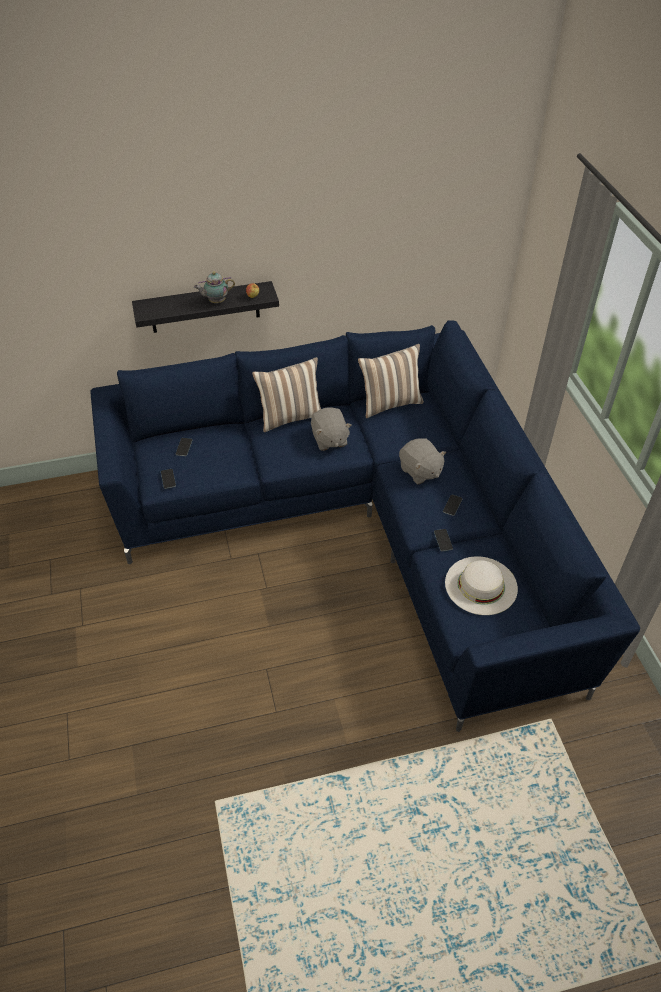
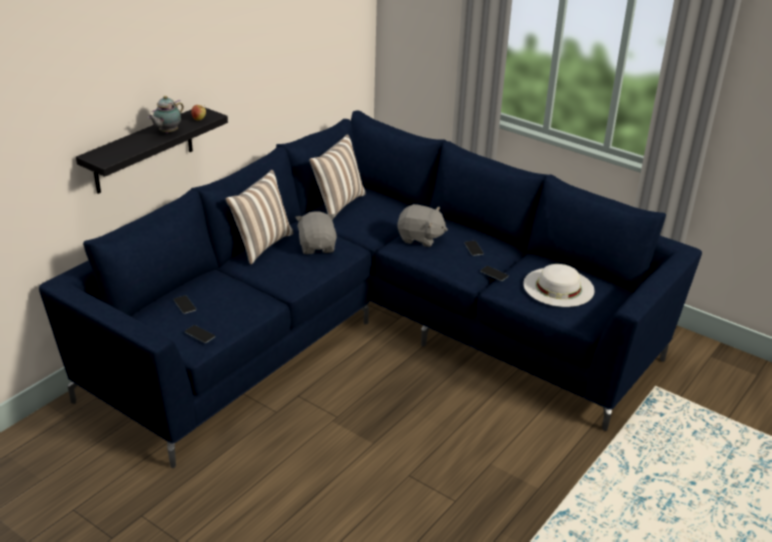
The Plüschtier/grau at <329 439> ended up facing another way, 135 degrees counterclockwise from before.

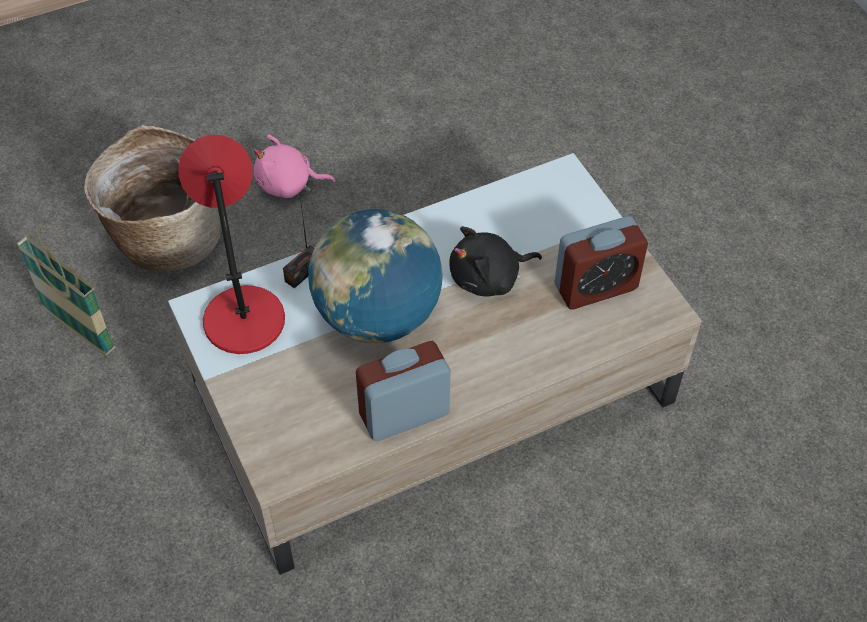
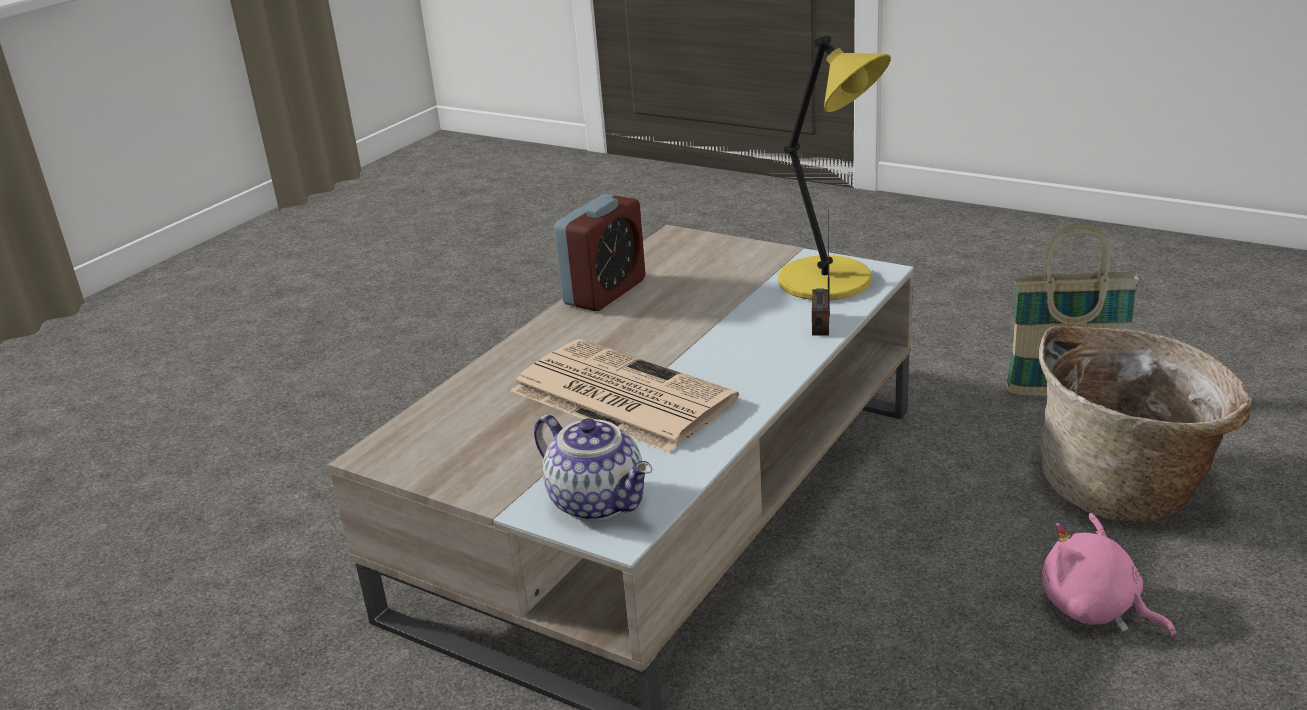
The second view lost the Globus at <377 315>. The second view lost the Wecker at <595 287>. The second view gained the Teekanne at <599 502>. Where the Plüschtier/schwarz stood at <489 278>, the Zeitung came to stand at <618 395>. What was the Tischlampe/rot at <243 316> turned into the Tischlampe/gelb at <830 282>. The Plüschtier/rosa at <289 185> ended up facing another way, 105 degrees counterclockwise from before.

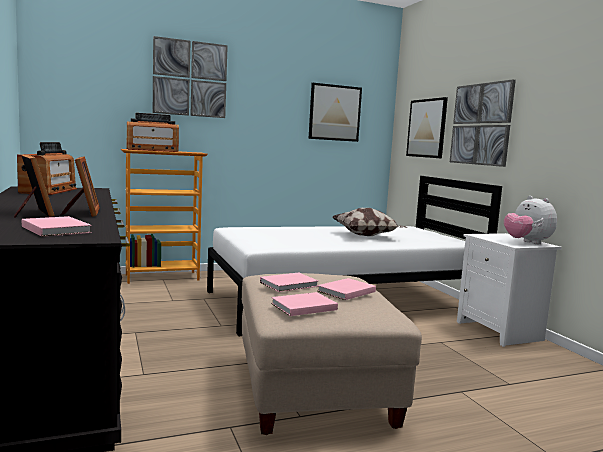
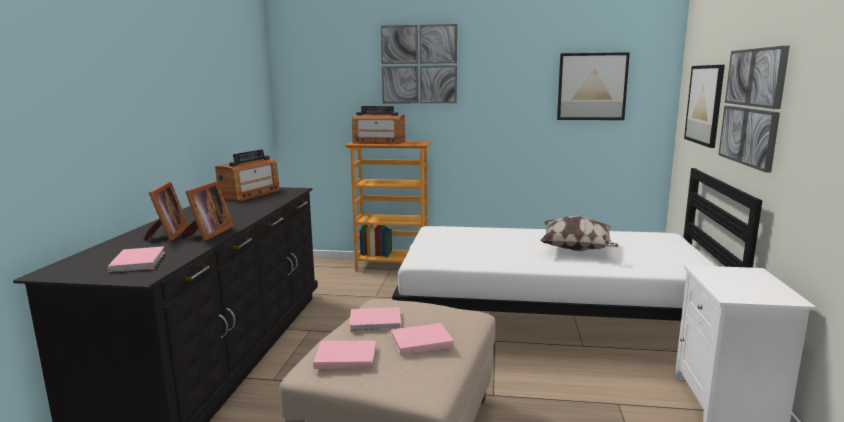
The second view lost the Plüschtier at <527 243>.

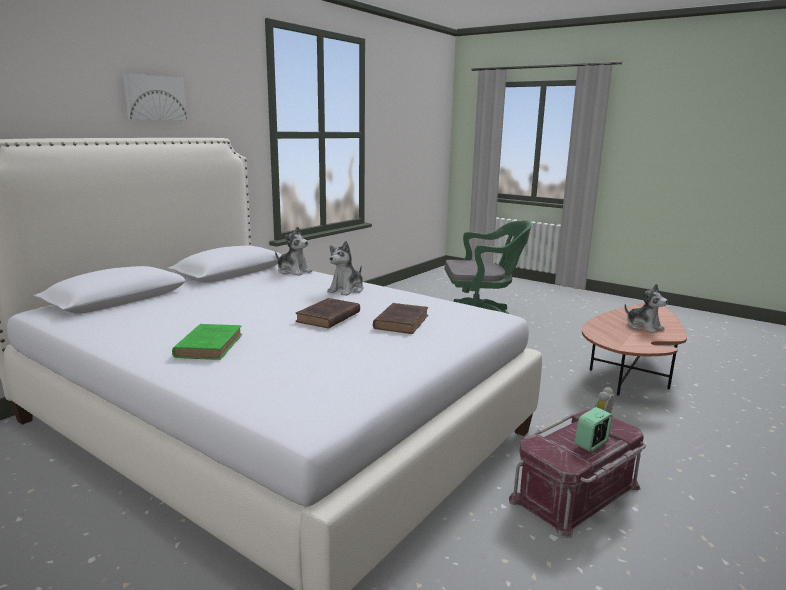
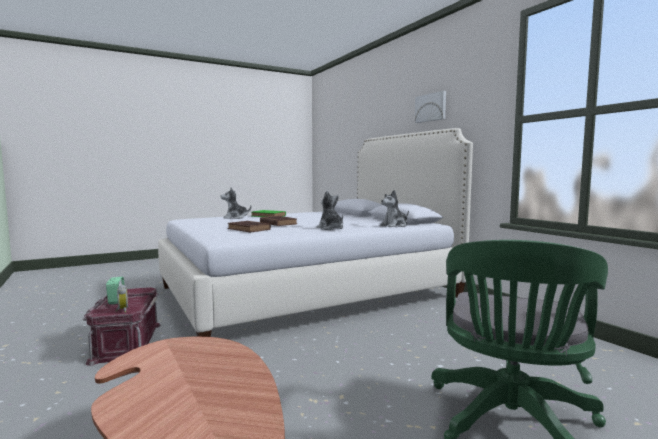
The Plüschtier ended up elsewhere, having gone from <643 327> to <235 218>.

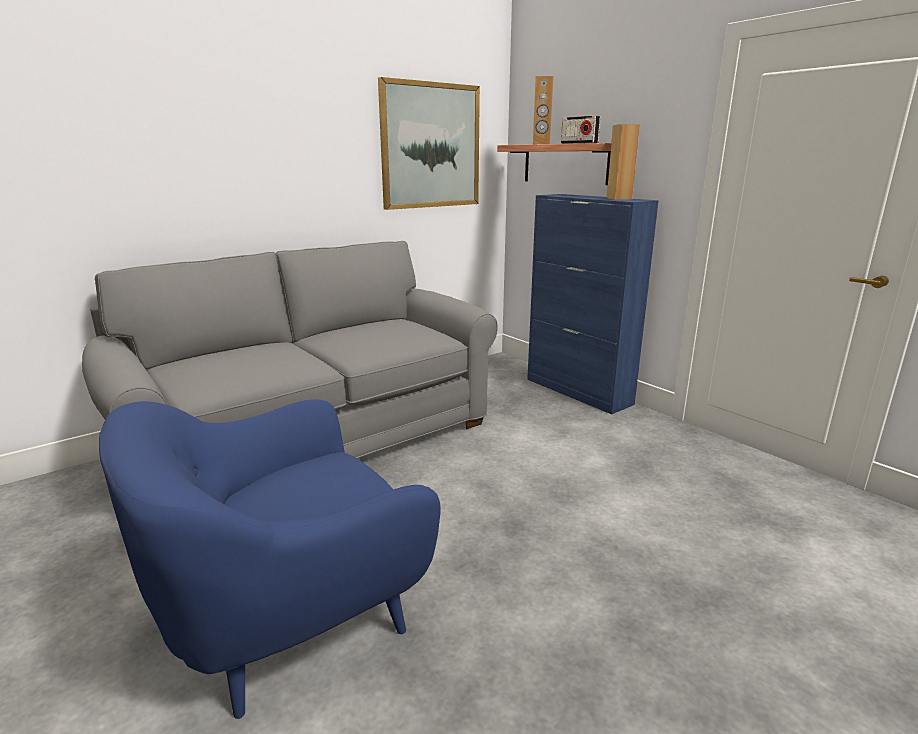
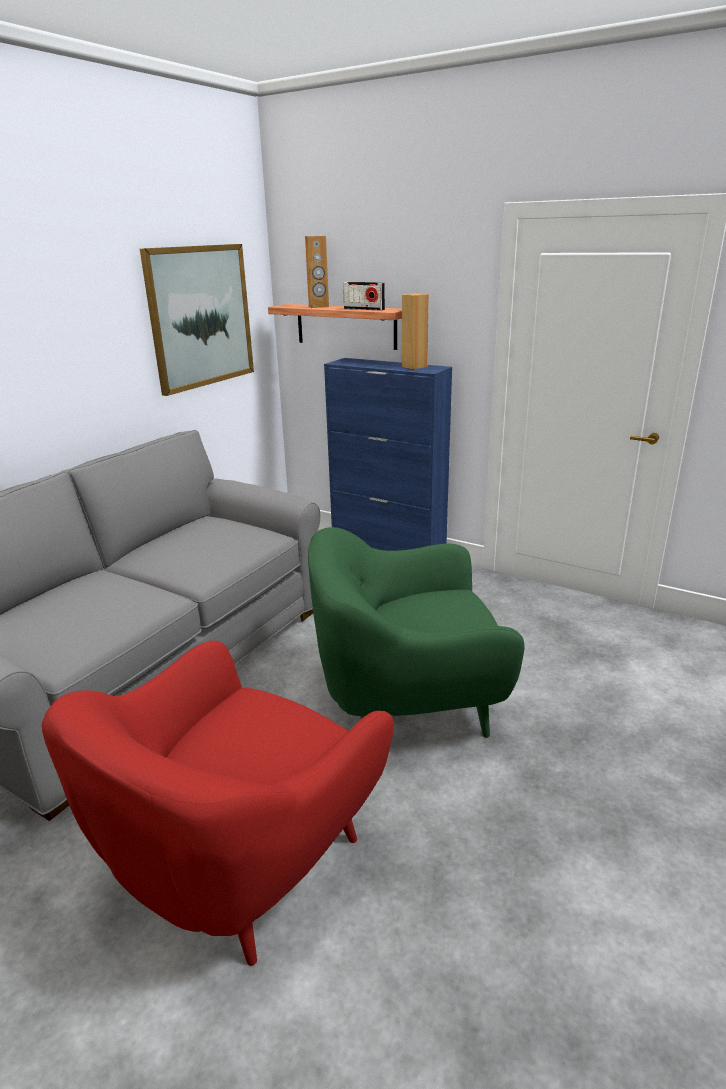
The second view gained the Sessel/grün at <407 702>. What was the Sessel/blau at <287 618> turned into the Sessel/rot at <240 863>.

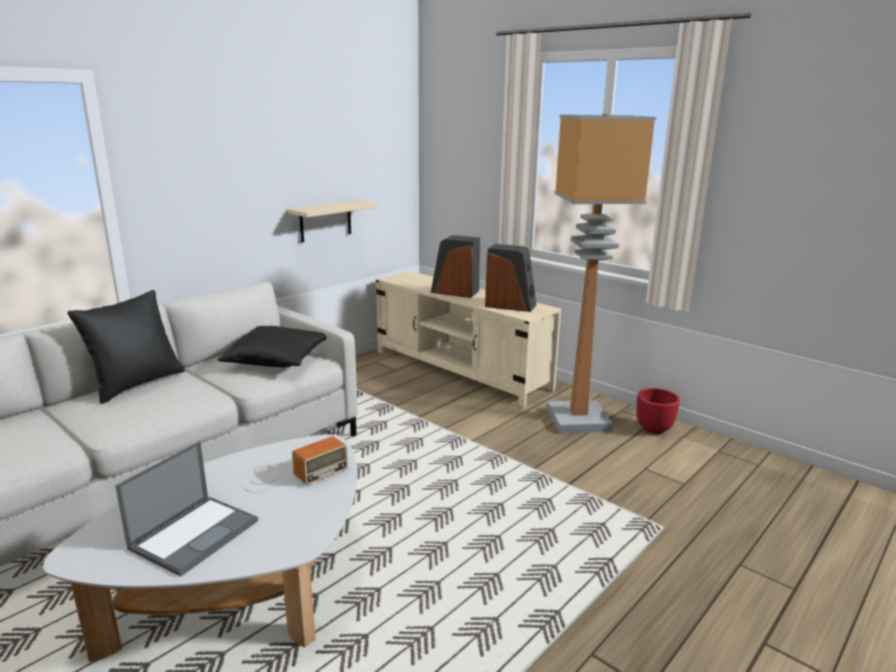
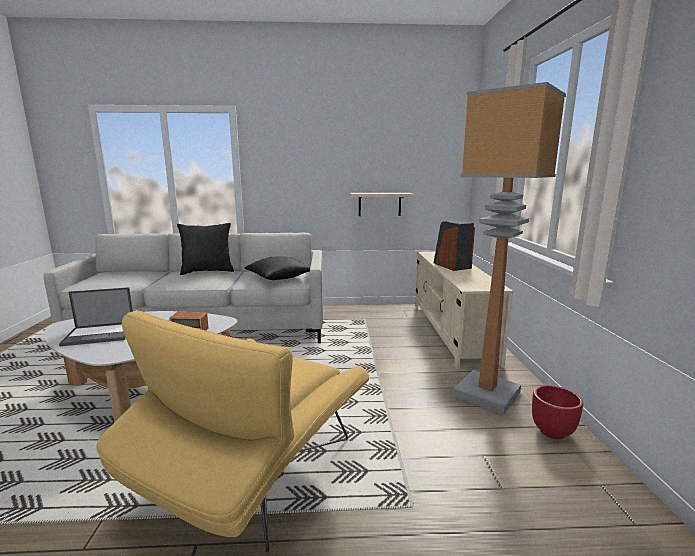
The second view lost the Lautsprecher at <510 305>. The second view gained the Sessel/gelb at <250 475>.

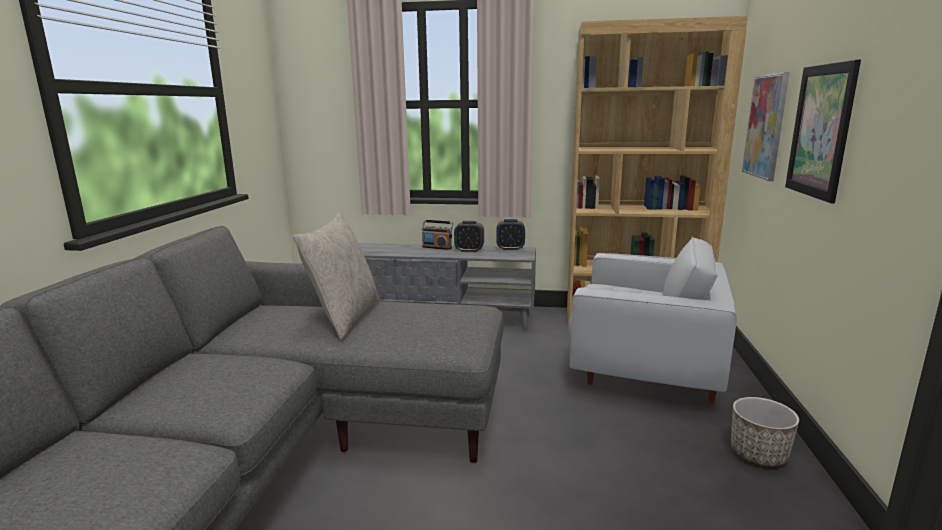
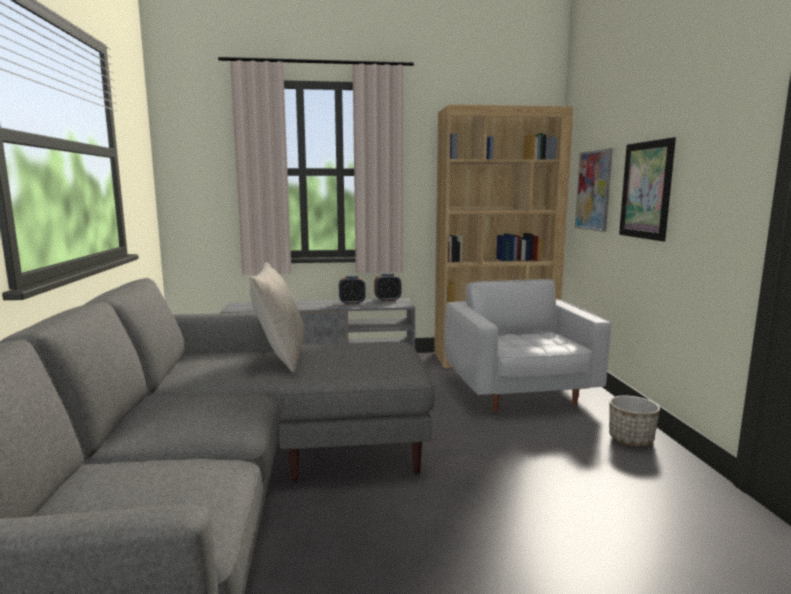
The second view lost the Radio at <437 247>. The Sessel/weiß at <643 369> ended up facing another way, 105 degrees counterclockwise from before.

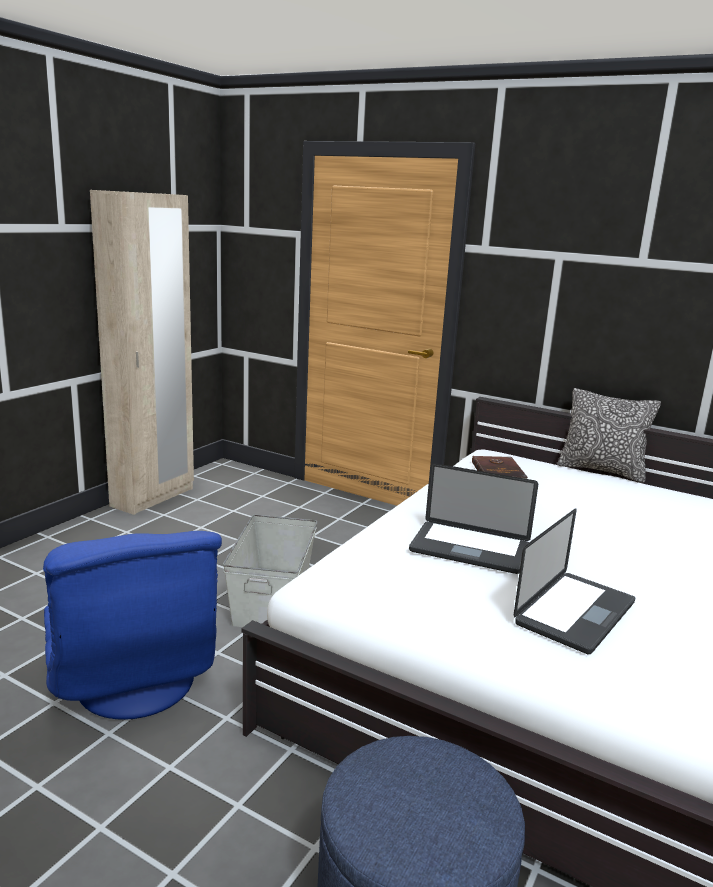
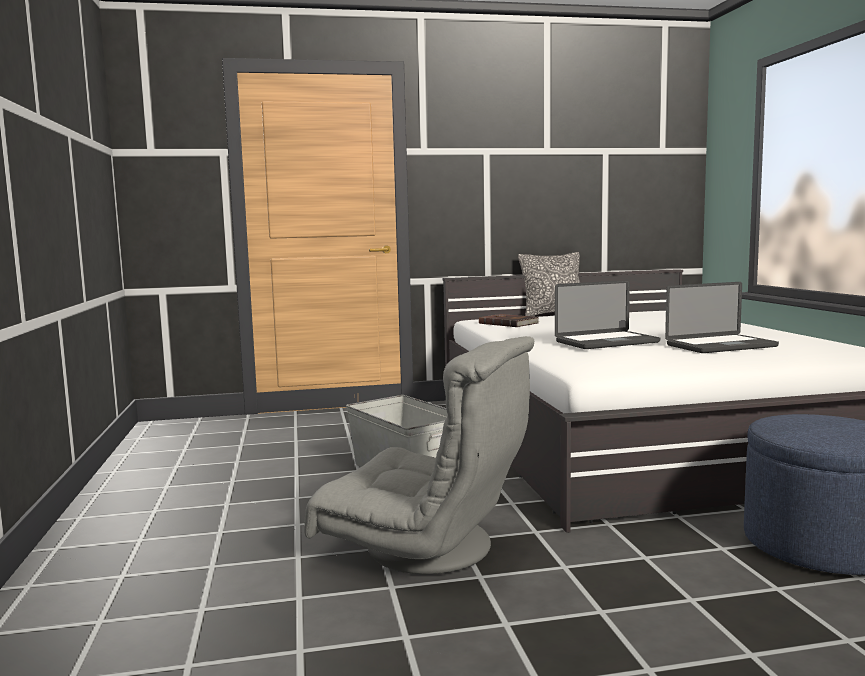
The second view lost the Kleiderschrank/beige at <153 497>. What was the Sessel/blau at <133 684> turned into the Sessel/grau at <427 549>. The Laptop at <575 613> ended up facing another way, 75 degrees clockwise from before.

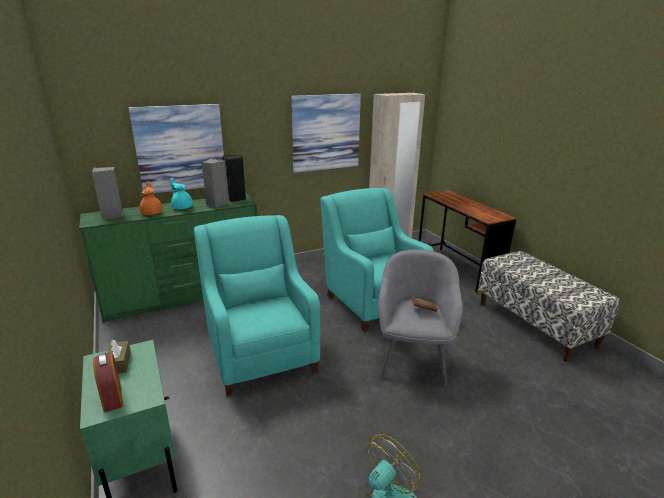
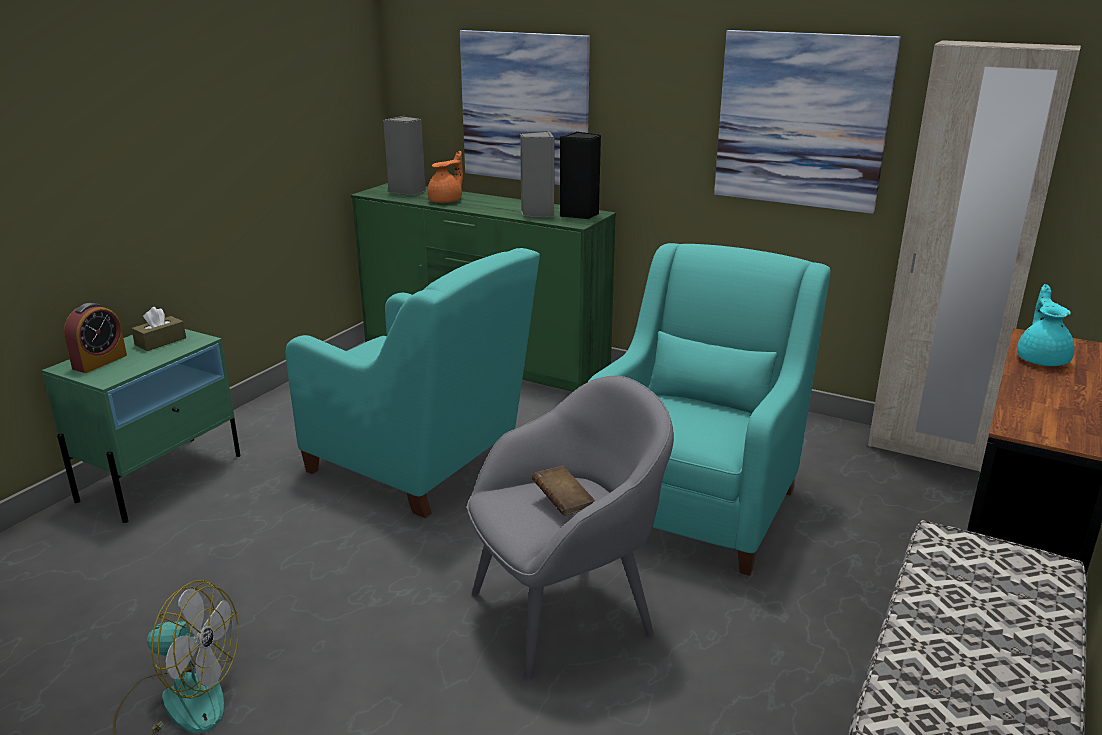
The Teekanne/türkis ended up elsewhere, having gone from <182 207> to <1042 359>. The Sessel/türkis at <260 352> ended up facing another way, 90 degrees clockwise from before.

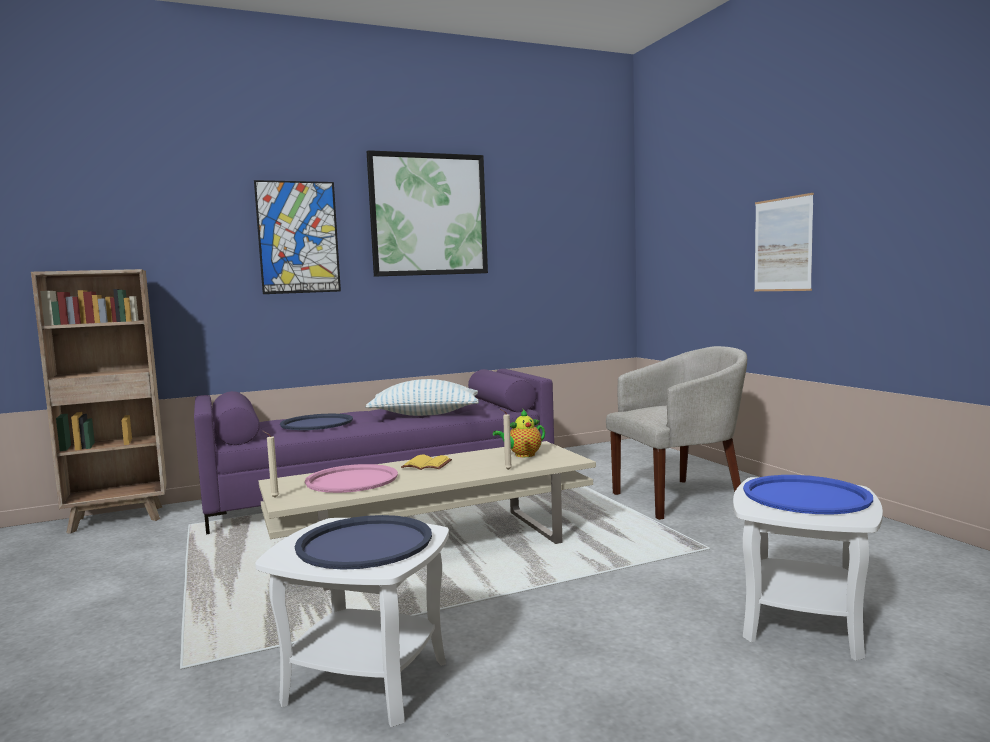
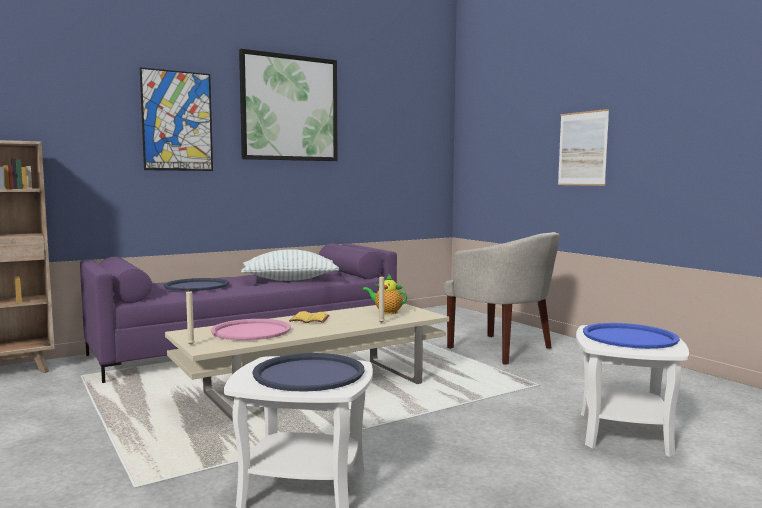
The Teekanne at <522 455> ended up facing another way, 60 degrees clockwise from before. The Sessel/beige at <680 498> ended up facing another way, 75 degrees clockwise from before.

